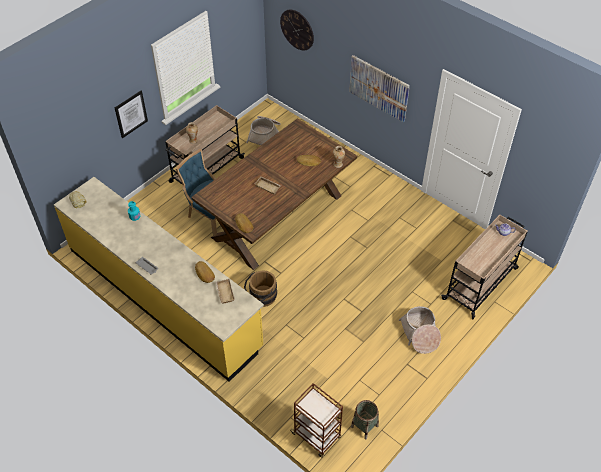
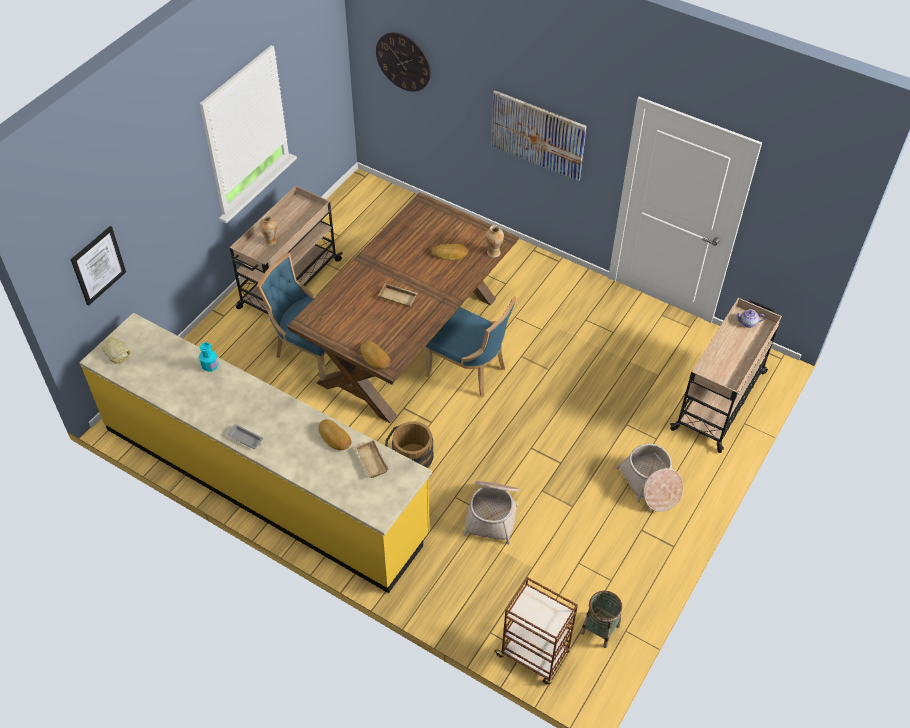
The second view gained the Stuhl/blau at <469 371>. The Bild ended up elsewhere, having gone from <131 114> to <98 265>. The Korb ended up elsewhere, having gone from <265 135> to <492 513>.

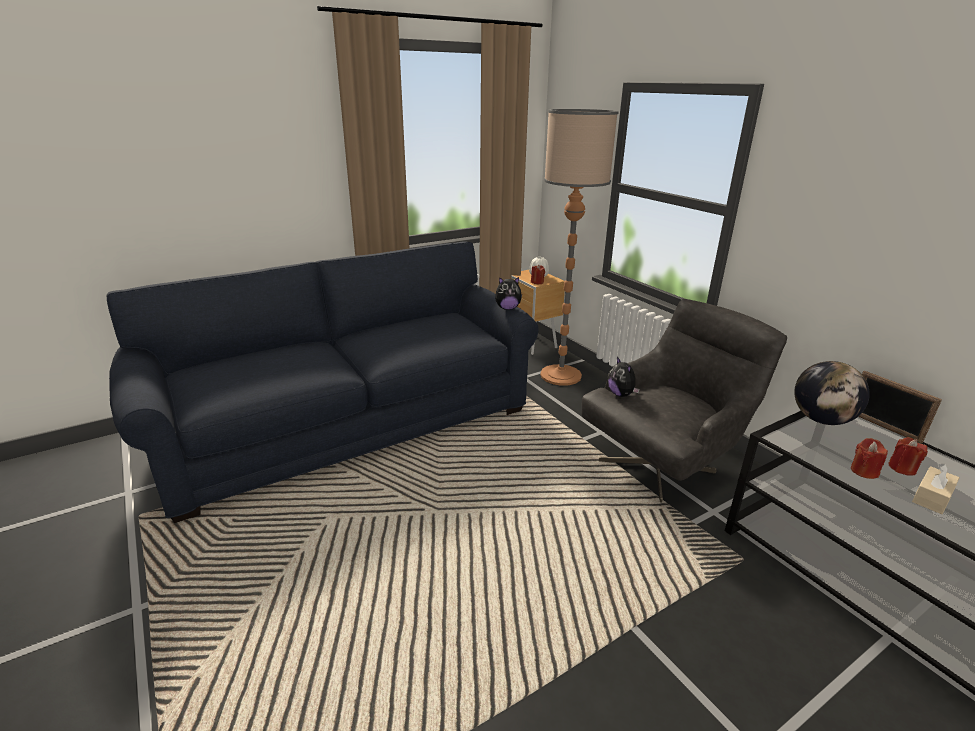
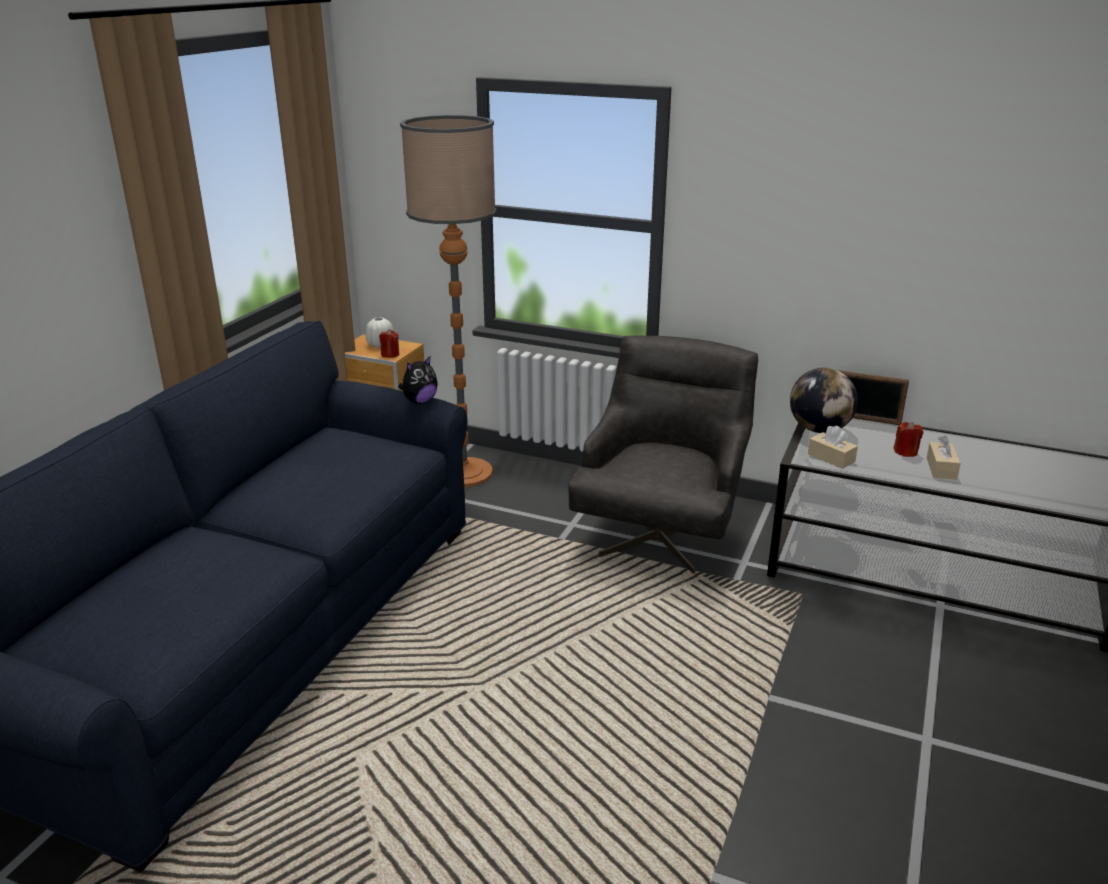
The second view lost the Plüschtier at <621 394>. The second view lost the Kerze/rot at <864 471>. The second view gained the Taschentuchbox/beige at <831 458>.

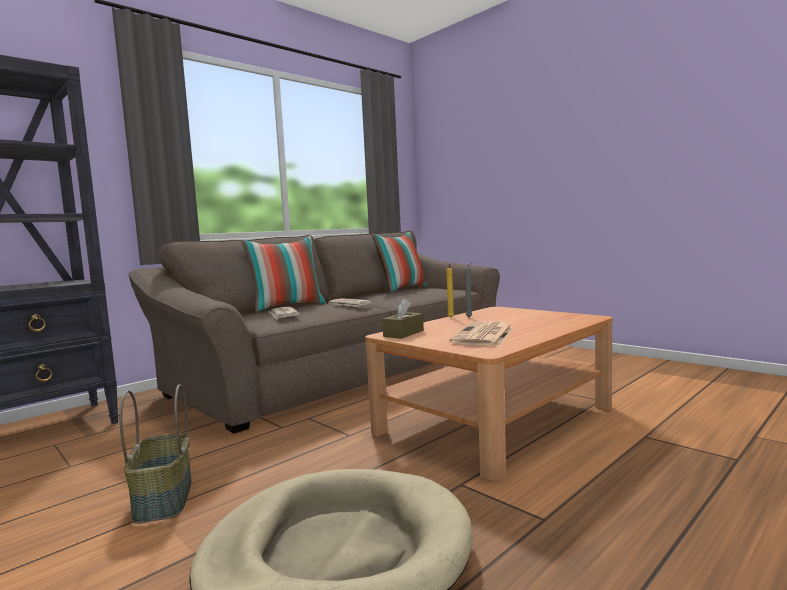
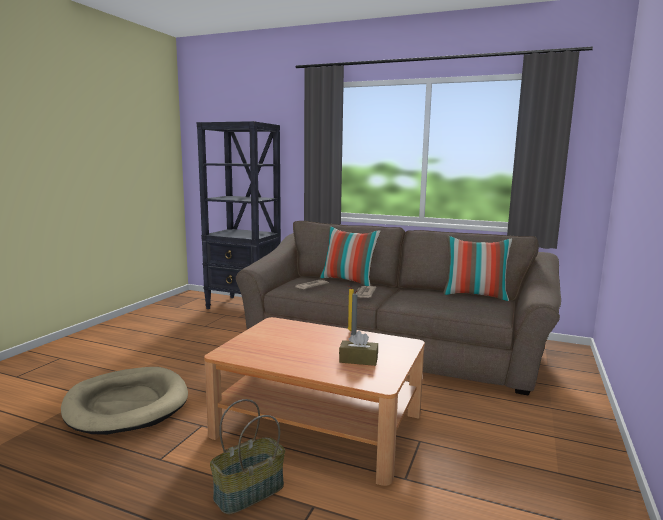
The second view lost the Zeitung at <484 336>. The Korb ended up elsewhere, having gone from <165 499> to <249 493>. The Taschentuchbox/braun ended up elsewhere, having gone from <403 333> to <358 360>.

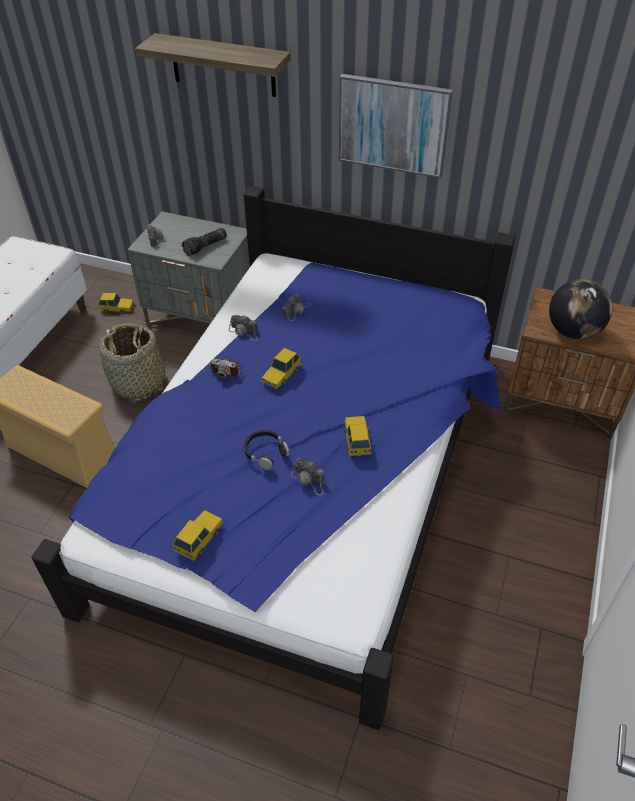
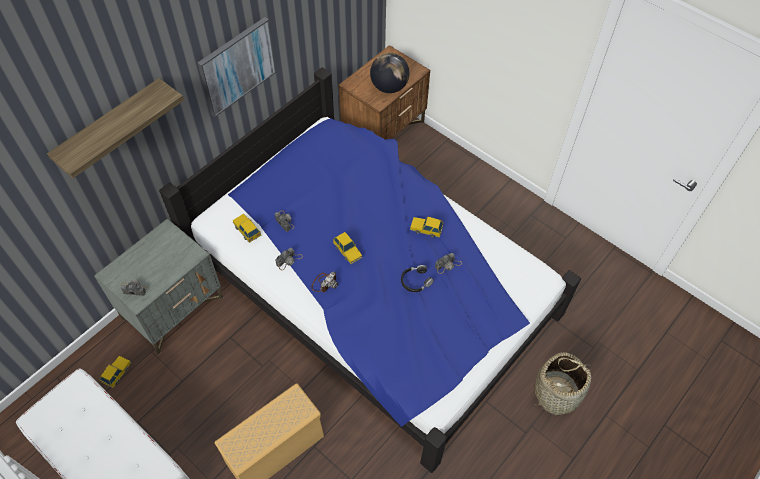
The second view lost the Taschenlampe at <206 247>. The Korb ended up elsewhere, having gone from <138 383> to <557 393>. The Spielzeugauto ended up elsewhere, having gone from <199 538> to <247 230>.

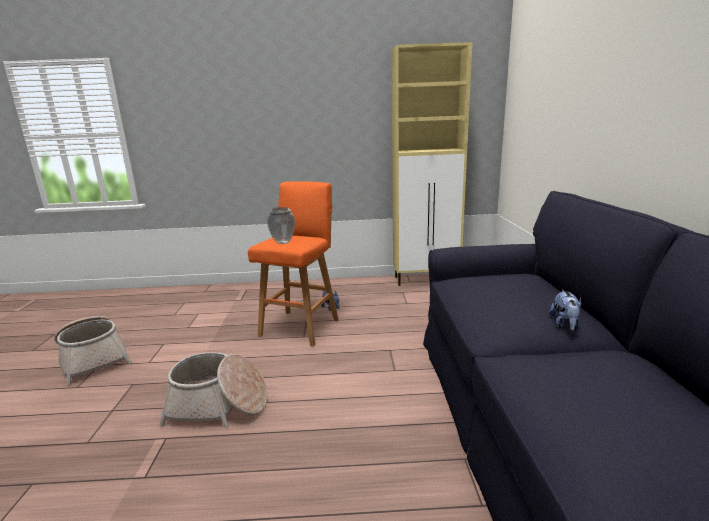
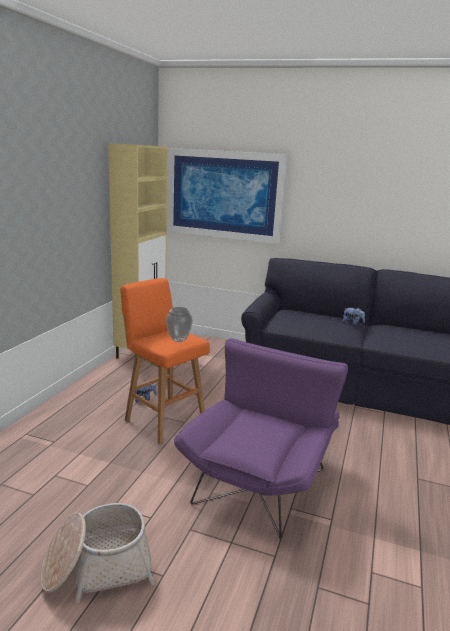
The second view gained the Bild at <224 195>. Where the Korb stood at <218 405>, the Sessel/lila came to stand at <262 478>.

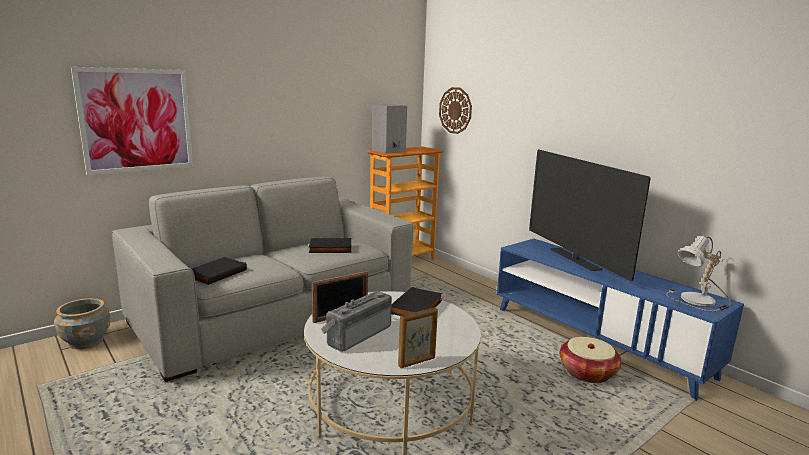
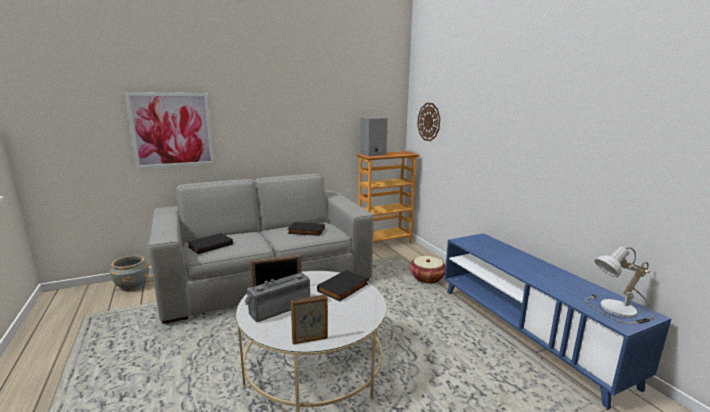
The second view lost the Fernseher at <574 259>. The Korb ended up elsewhere, having gone from <587 372> to <427 278>.

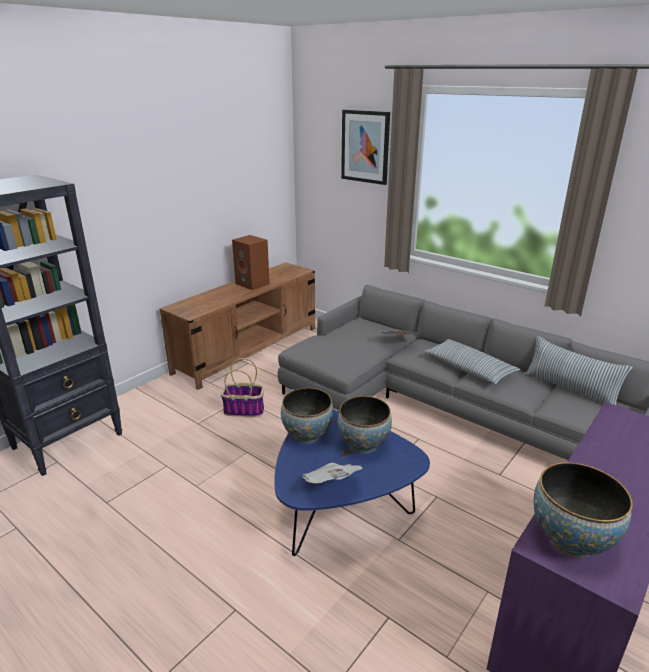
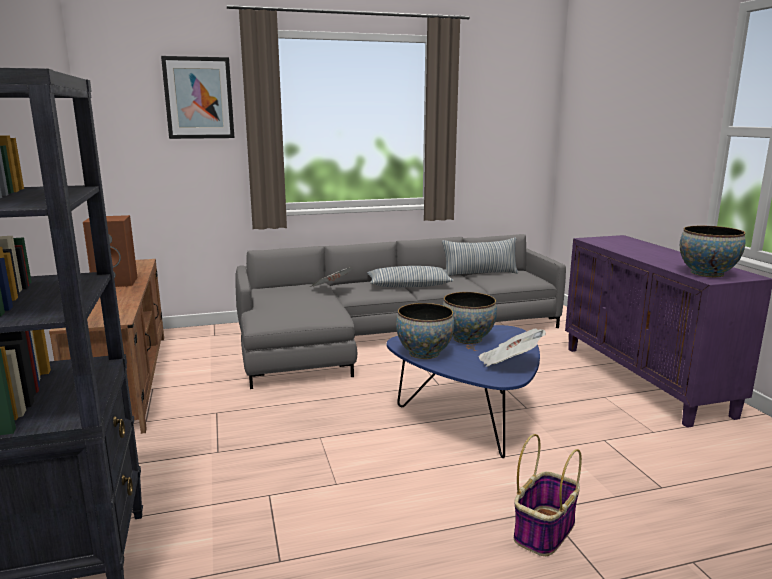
The Korb ended up elsewhere, having gone from <244 410> to <544 530>.

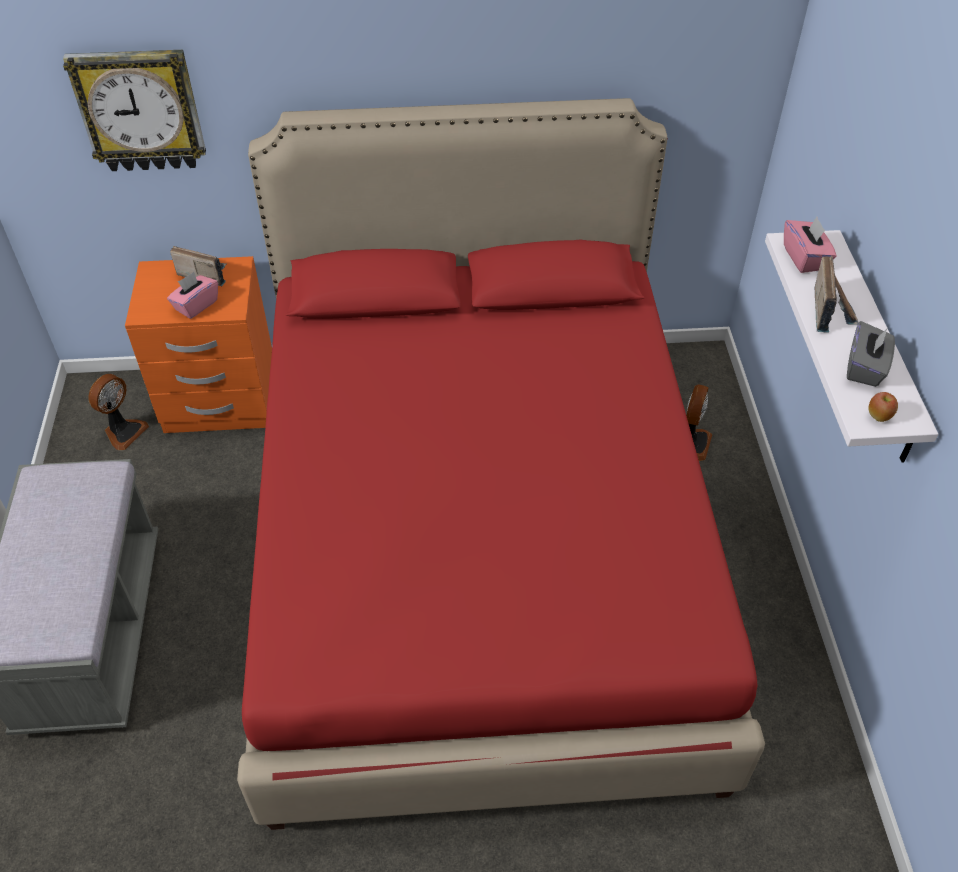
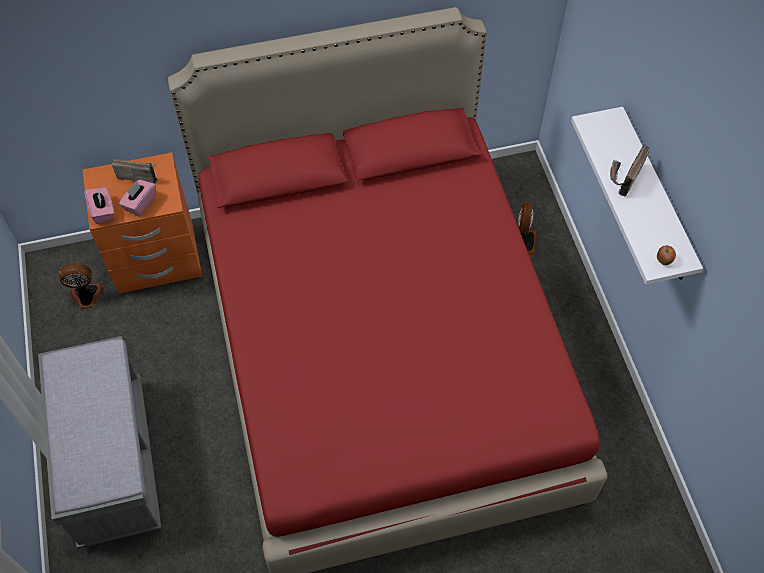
The second view lost the Wanduhr at <140 110>. The second view lost the Taschentuchbox/grau at <865 368>. The Taschentuchbox/rosa ended up elsewhere, having gone from <805 258> to <103 211>. The Ventilator at <123 431> ended up facing another way, 120 degrees counterclockwise from before. The Radio at <830 310> ended up facing another way, 150 degrees counterclockwise from before.

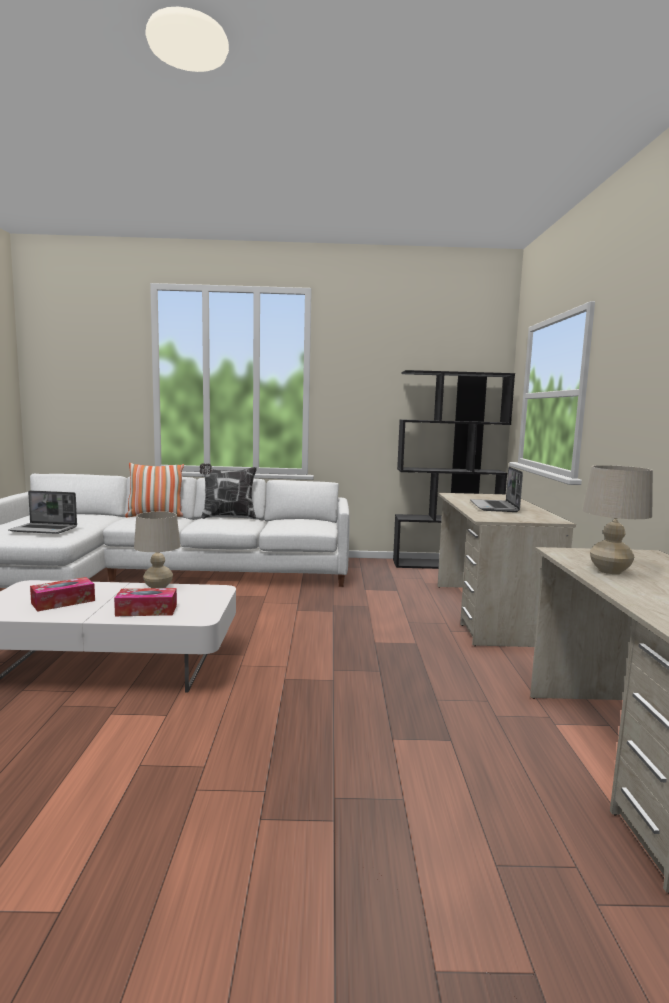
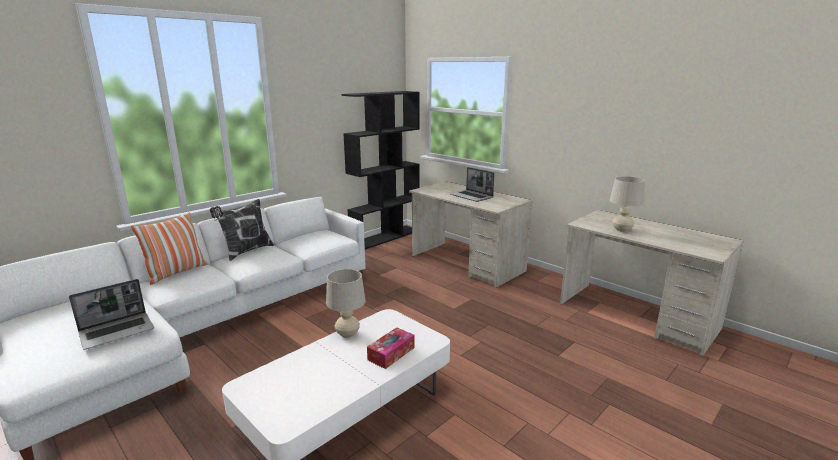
The second view lost the Taschentuchbox at <63 602>.

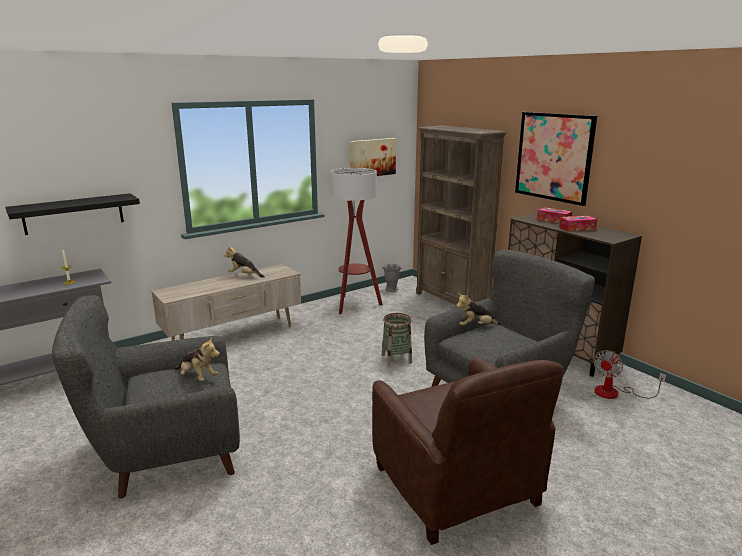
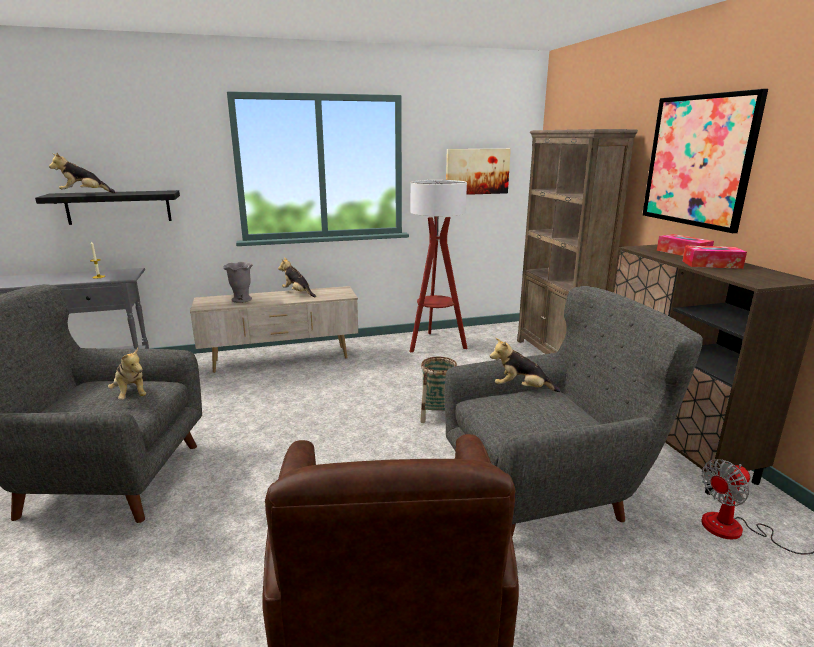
The second view gained the Plüschtier at <84 193>. The Vase/grau ended up elsewhere, having gone from <391 289> to <241 300>.

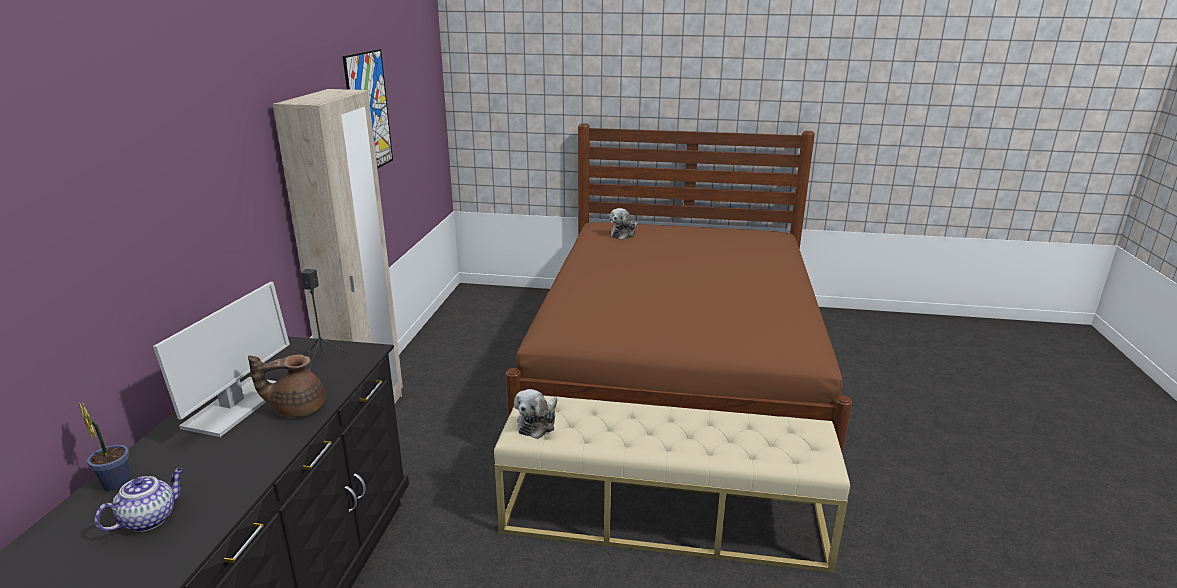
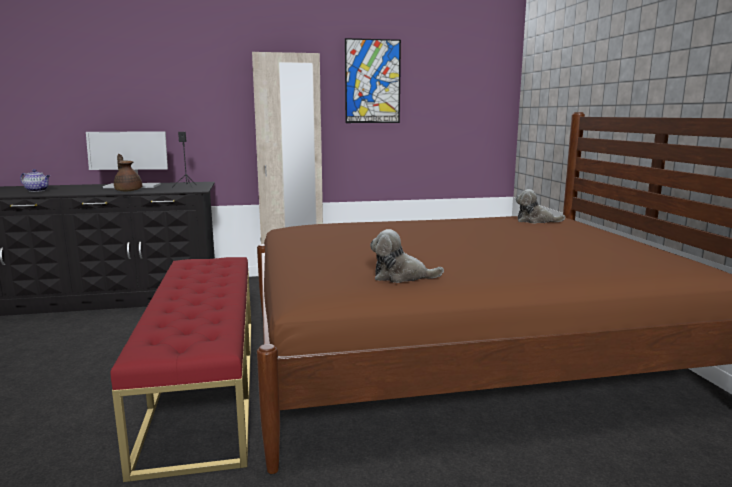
The second view lost the Topfpflanze at <116 482>. The Plüschtier ended up elsewhere, having gone from <538 423> to <401 277>. What was the Bank/beige at <664 516> turned into the Bank/rot at <204 383>.

